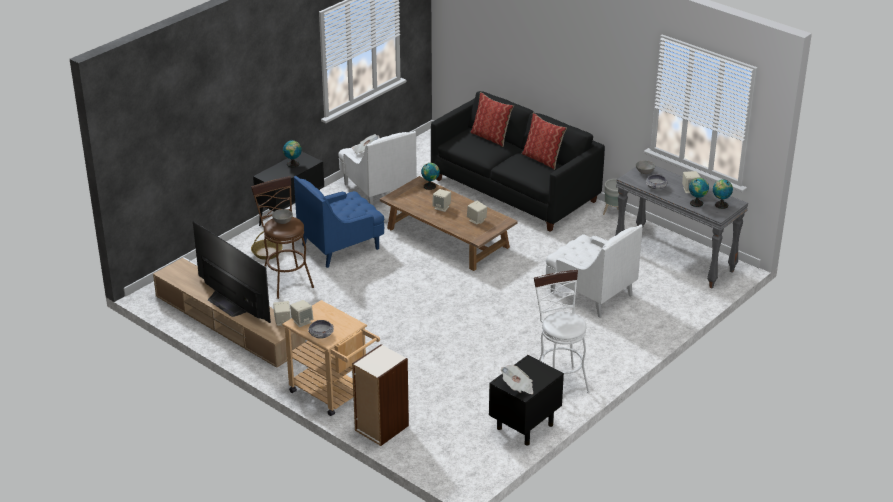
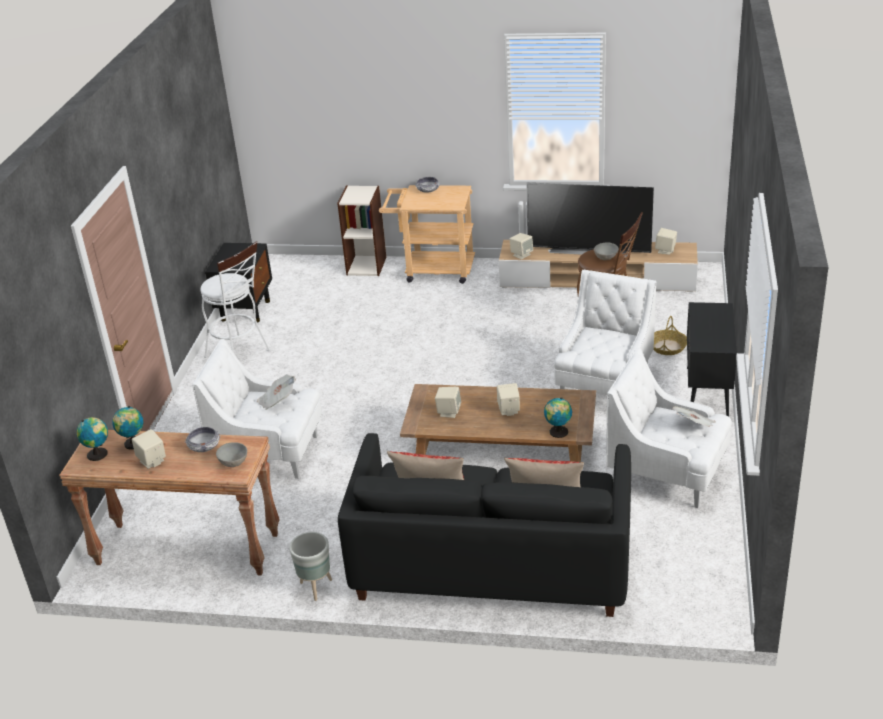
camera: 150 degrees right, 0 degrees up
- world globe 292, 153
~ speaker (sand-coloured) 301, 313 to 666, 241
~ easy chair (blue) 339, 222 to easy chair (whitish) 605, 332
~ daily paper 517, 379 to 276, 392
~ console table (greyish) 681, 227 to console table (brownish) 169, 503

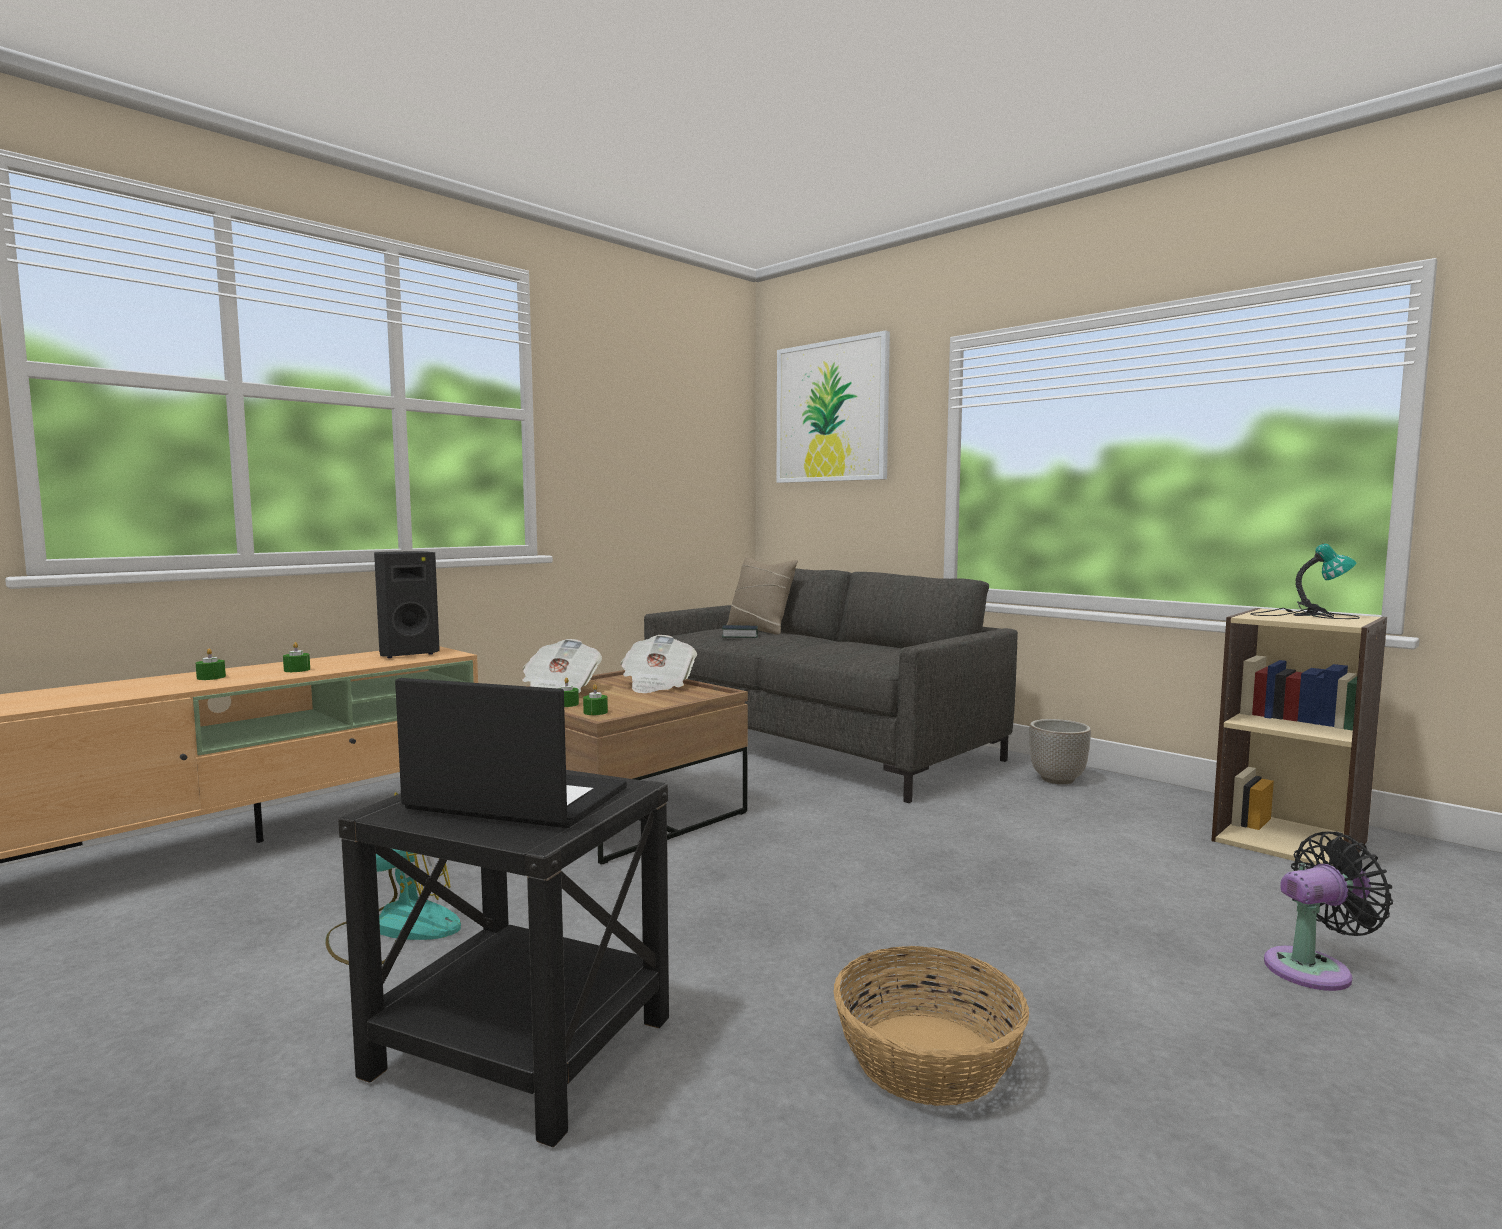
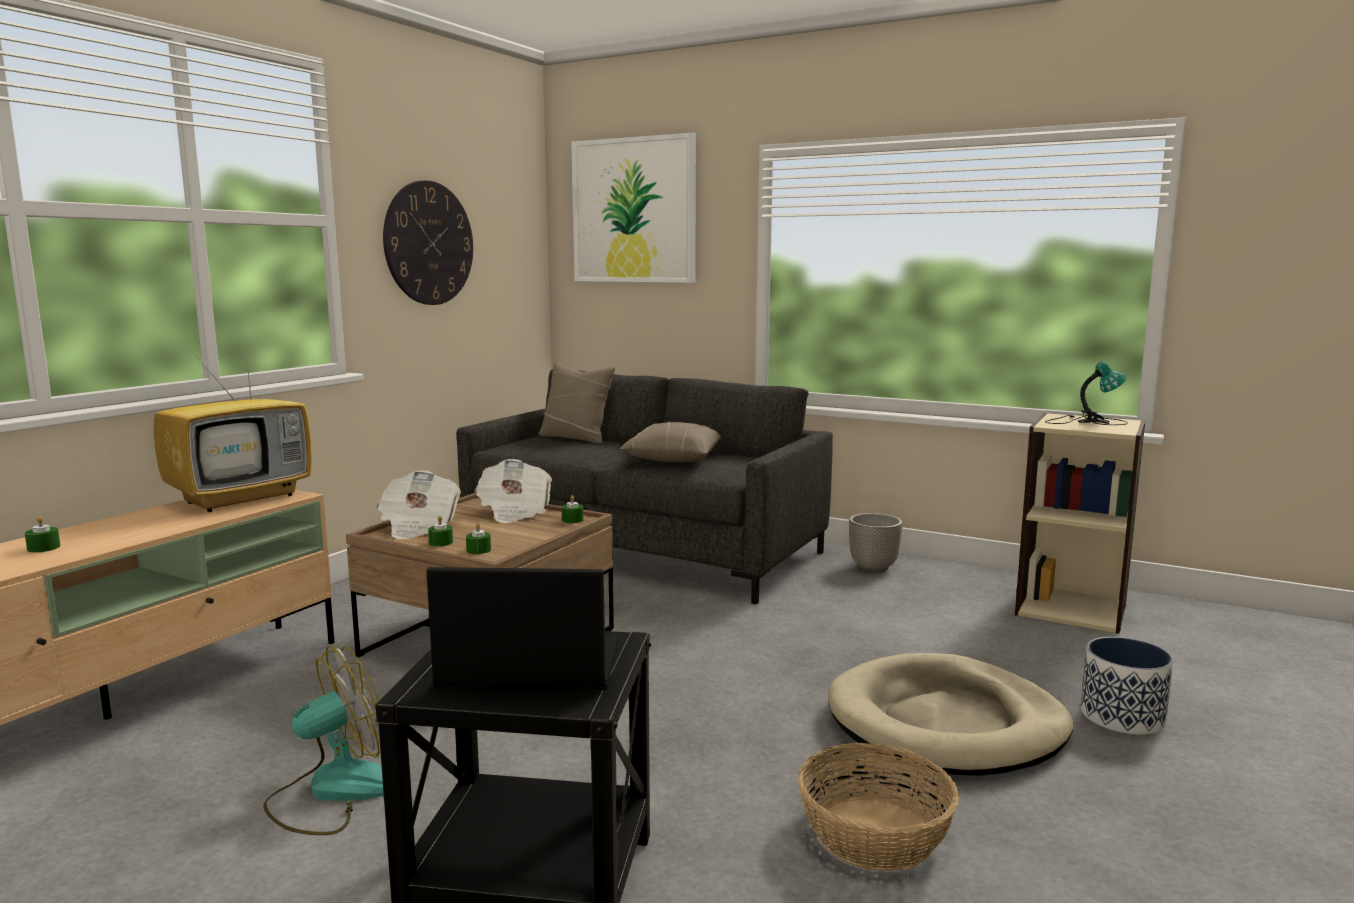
camera: 15 degrees left, 5 degrees up
~ wax light (green) 296, 657 to 573, 509
~ speaker (black-coloured) 407, 604 to TV set 233, 426
- book 740, 631
~ fan (black-coloured) 1328, 911 to planter 1127, 686
+ hanging clock 428, 242
+ pillow (sand-coloured) 670, 442
+ dog cushion (sand-coloured) 950, 714

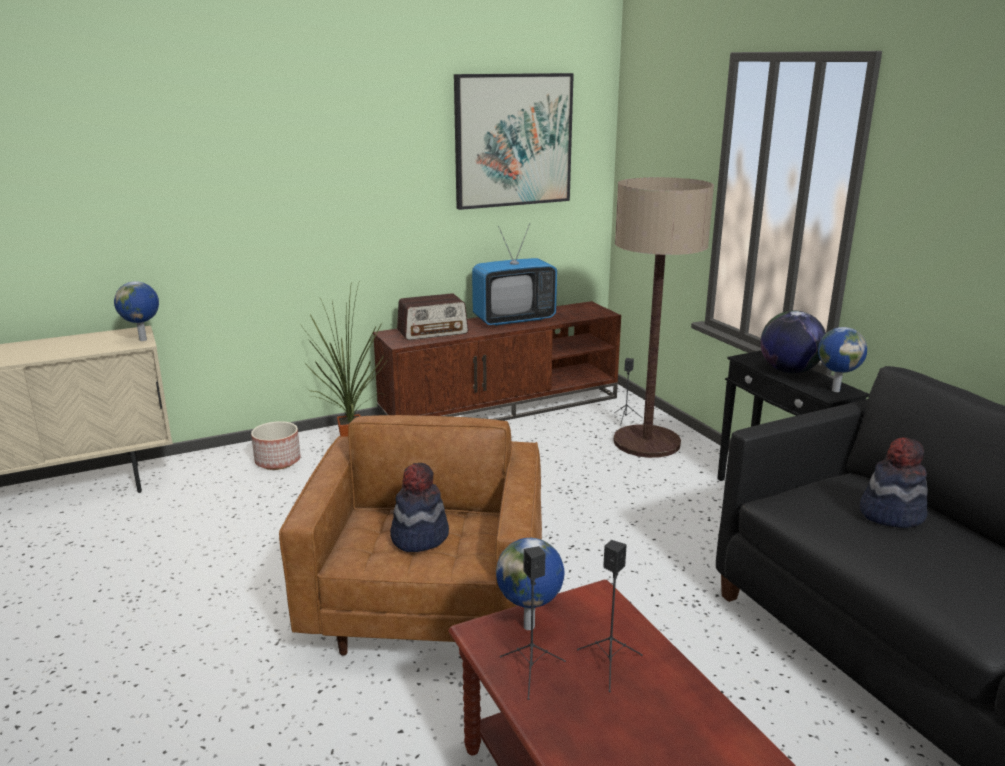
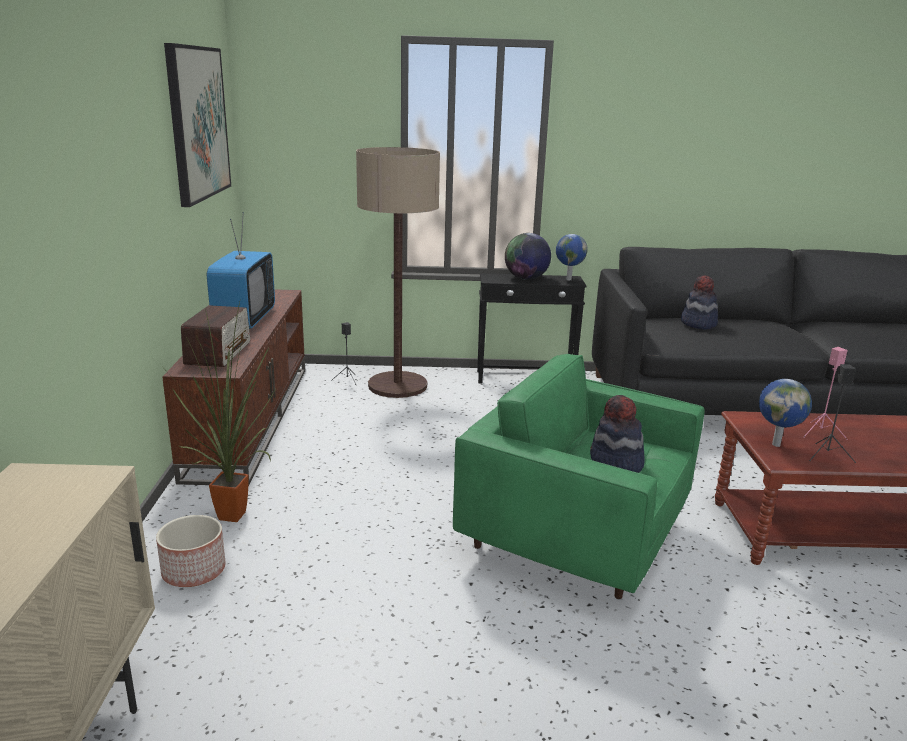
camera: 65 degrees left, 0 degrees up
- world globe 136, 311
~ easy chair (brownish) 410, 535 to easy chair (green) 578, 476
~ speaker (black-coloured) 610, 616 to speaker (pink-coloured) 825, 393

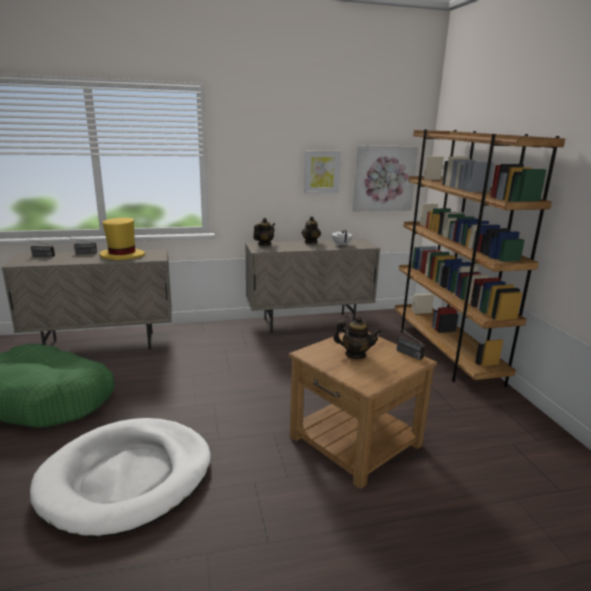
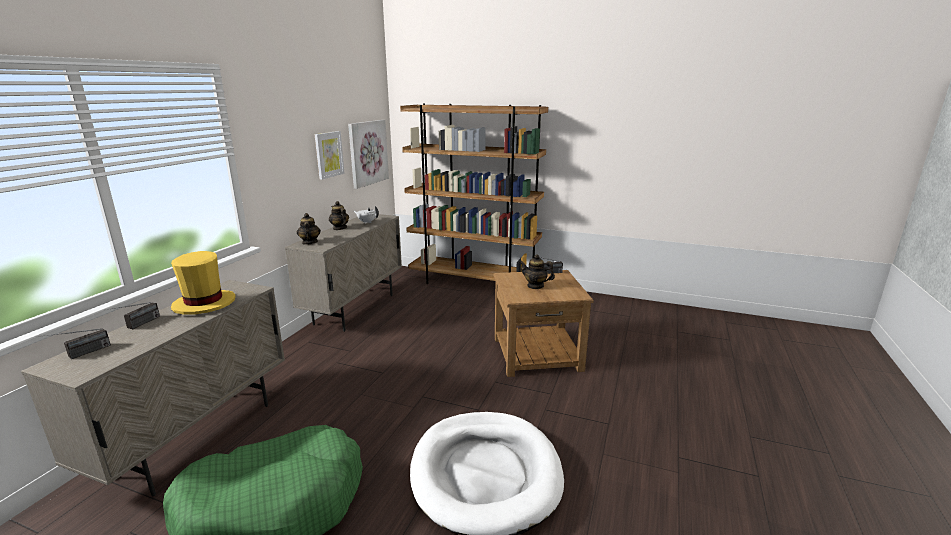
camera: 55 degrees left, 0 degrees up
~ teapot 357, 337 = 537, 271 120 degrees counterclockwise

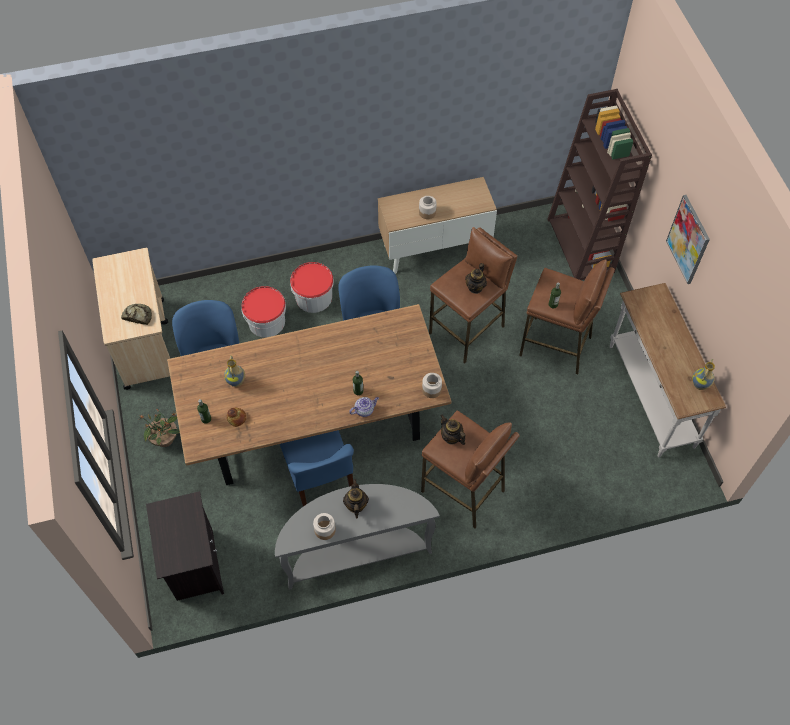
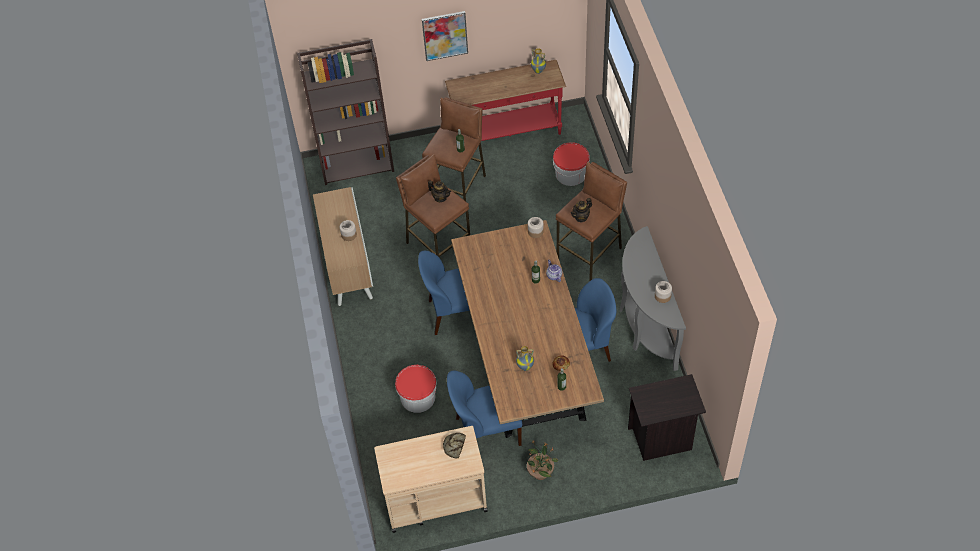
camera: 85 degrees left, 5 degrees down
~ pail 312, 287 to 571, 164
- teapot 356, 499
~ console table (whitish) 668, 370 to console table (reddish) 505, 100

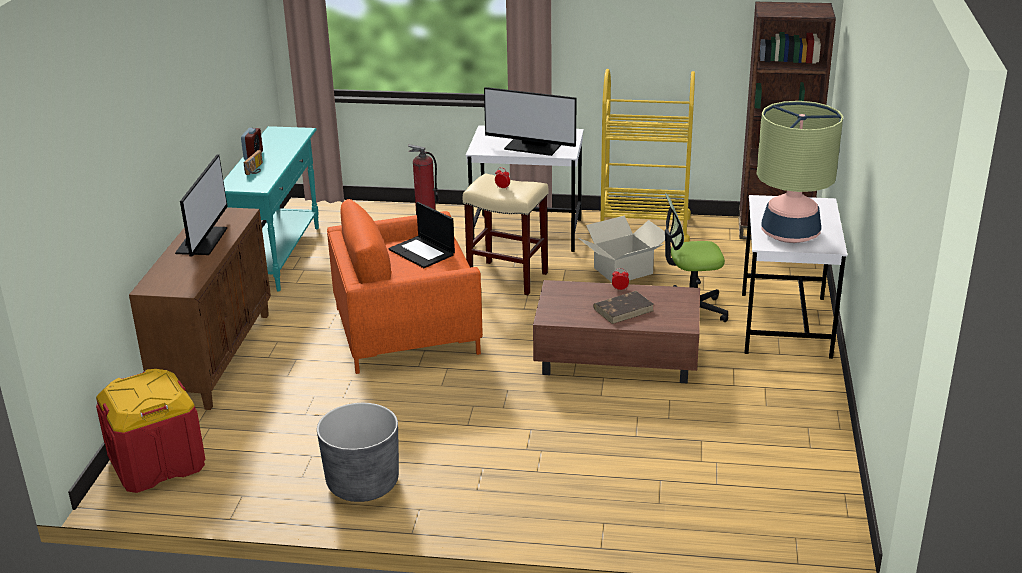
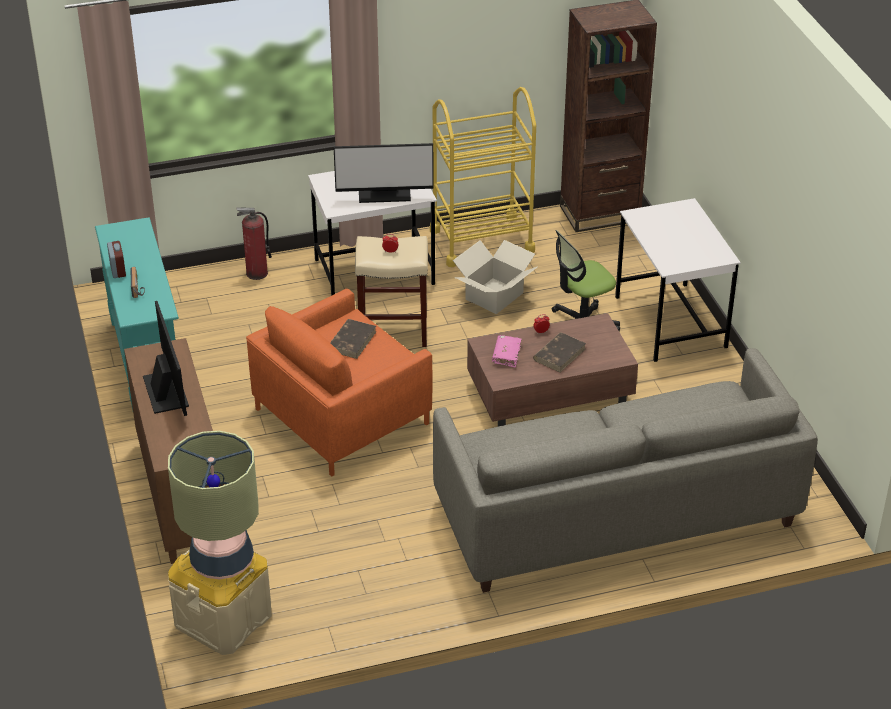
camera: 25 degrees left, 10 degrees up
~ storage bin (reddish) 150, 431 to storage bin (sand-coloured) 220, 602
- planter (greyish) 358, 452
~ portable computer 422, 235 to book (brownish) 353, 339
~ table lamp 800, 172 to 213, 505
+ sofa (greyish) 625, 470
+ book (pink-coloured) 506, 351

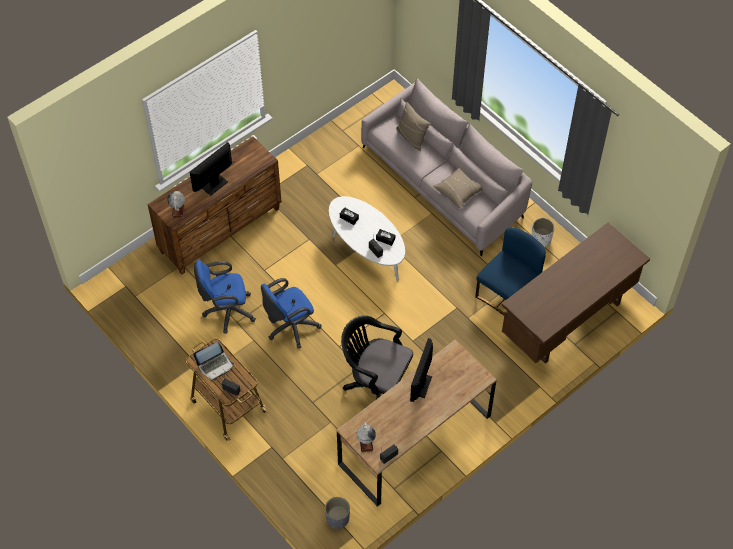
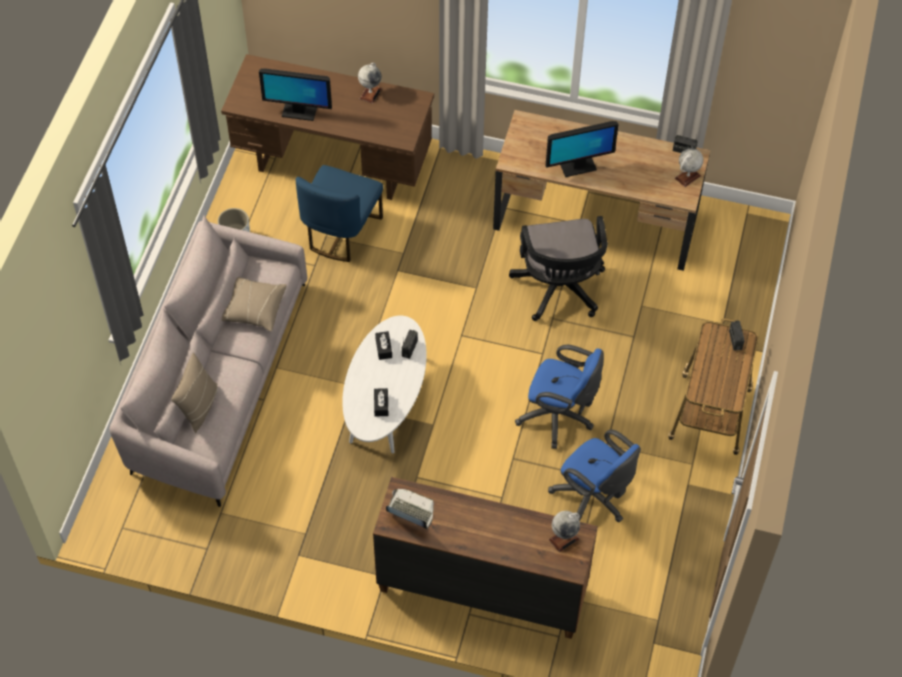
camera: 125 degrees left, 0 degrees up
~ computer display 211, 169 to 295, 94
~ portable computer 213, 361 to 410, 509
- planter (greyish) 337, 513
~ upright chair (blue) 510, 271 = 339, 213 75 degrees counterclockwise
+ world globe 370, 83

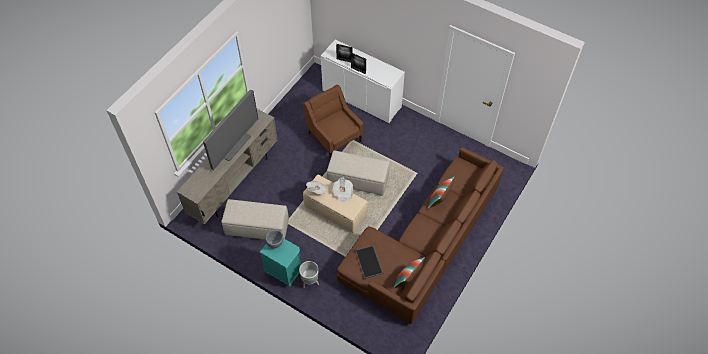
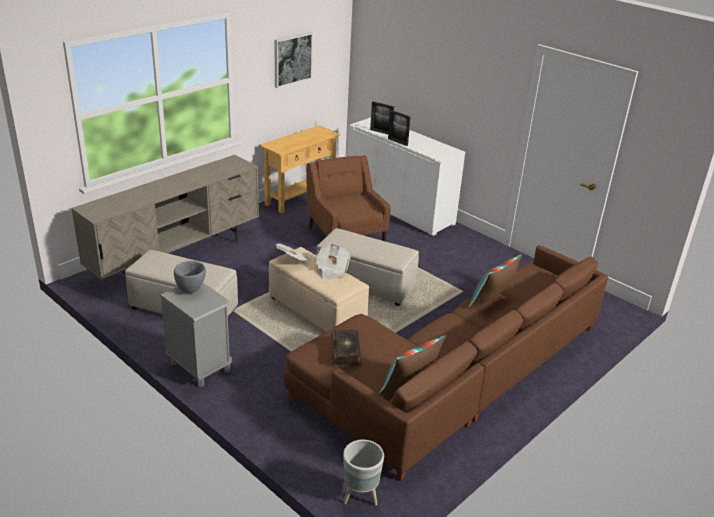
camera: 10 degrees right, 25 degrees down
- TV set 230, 130
~ bedside table (turquoise) 280, 262 to bedside table (greyish) 196, 335
~ planter (greyish) 309, 274 to 363, 473
~ carrying tray 369, 262 to book 346, 348
+ console table (sand-coloured) 300, 169
+ wall picture 294, 60

